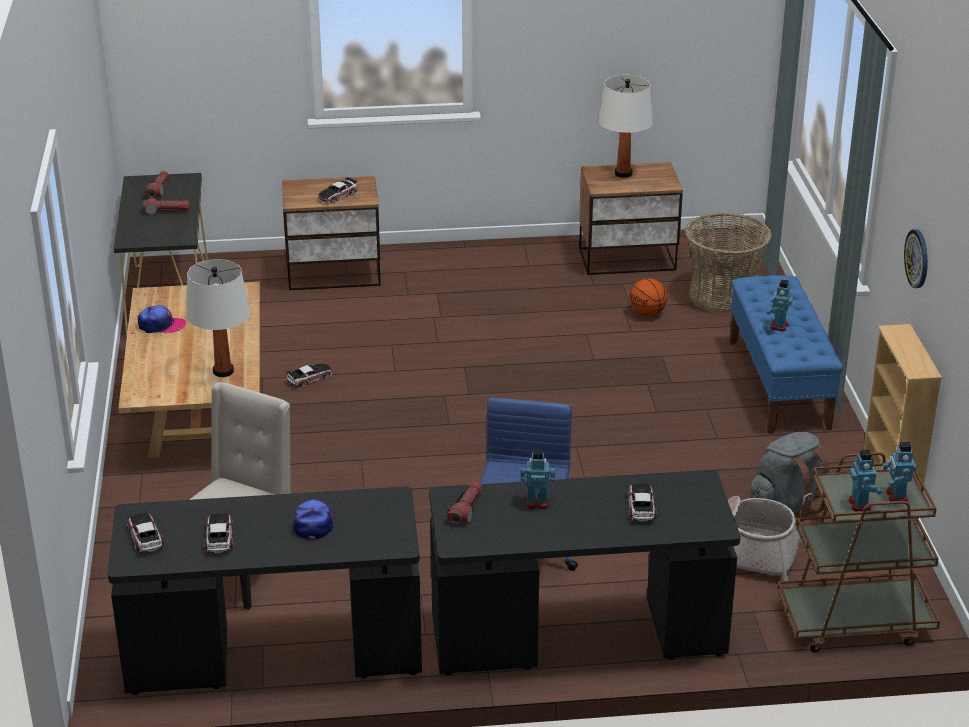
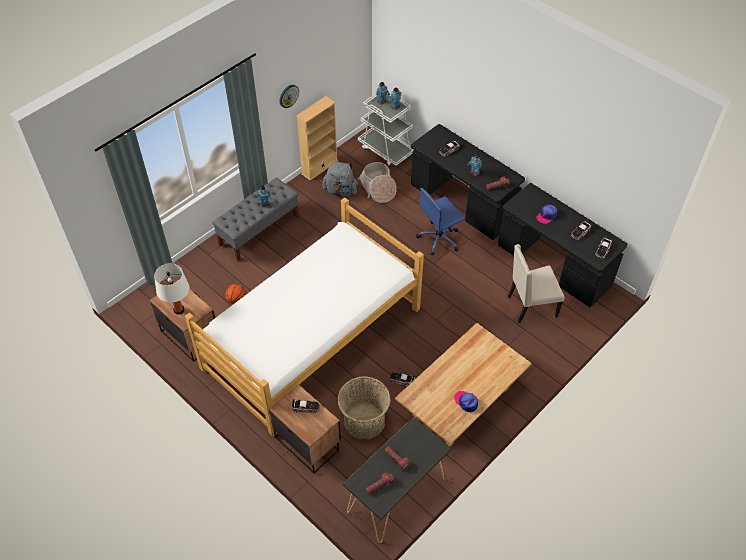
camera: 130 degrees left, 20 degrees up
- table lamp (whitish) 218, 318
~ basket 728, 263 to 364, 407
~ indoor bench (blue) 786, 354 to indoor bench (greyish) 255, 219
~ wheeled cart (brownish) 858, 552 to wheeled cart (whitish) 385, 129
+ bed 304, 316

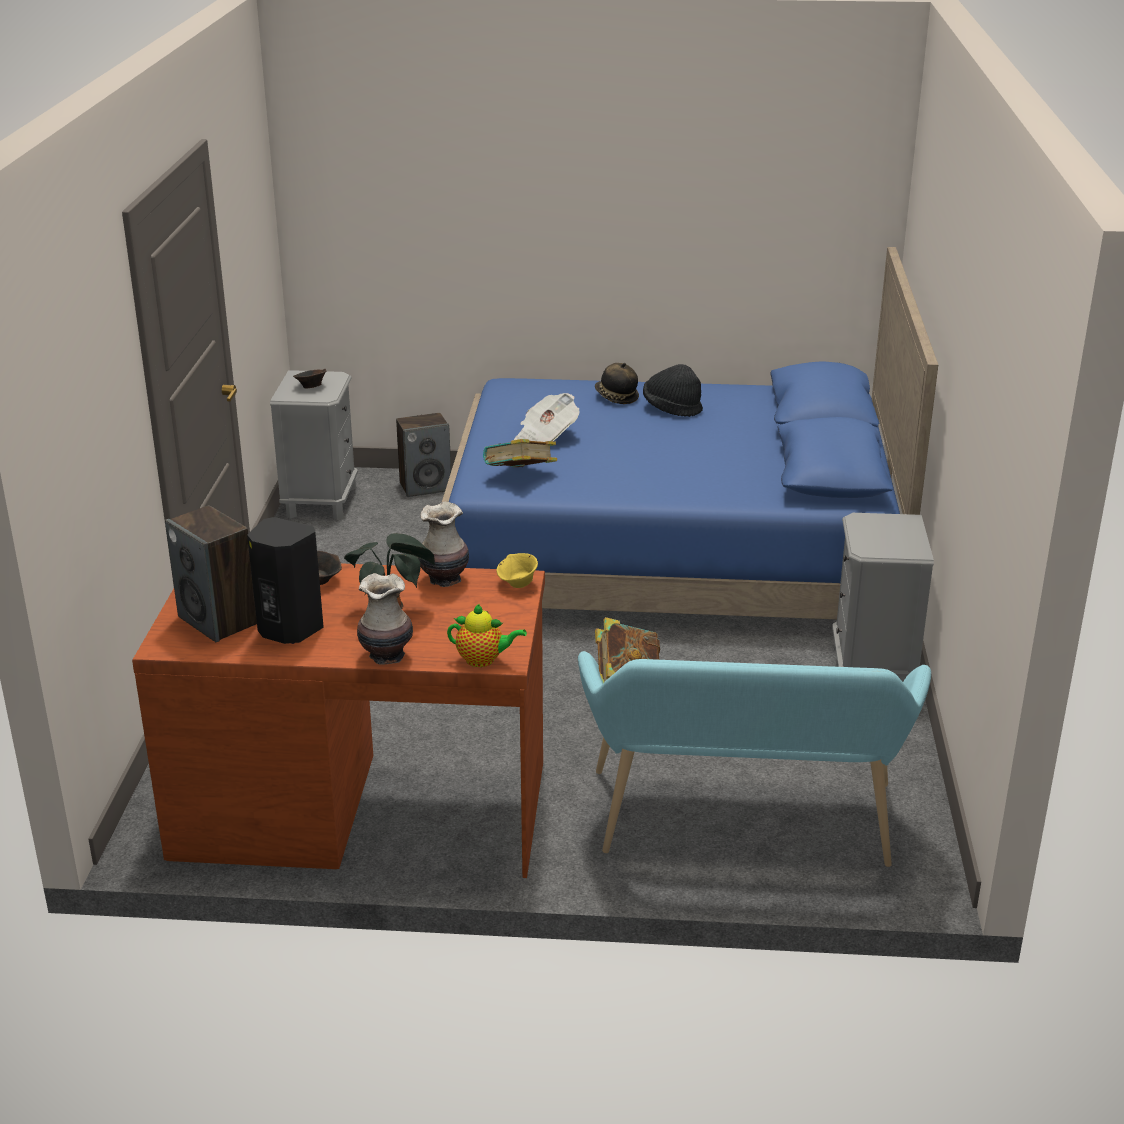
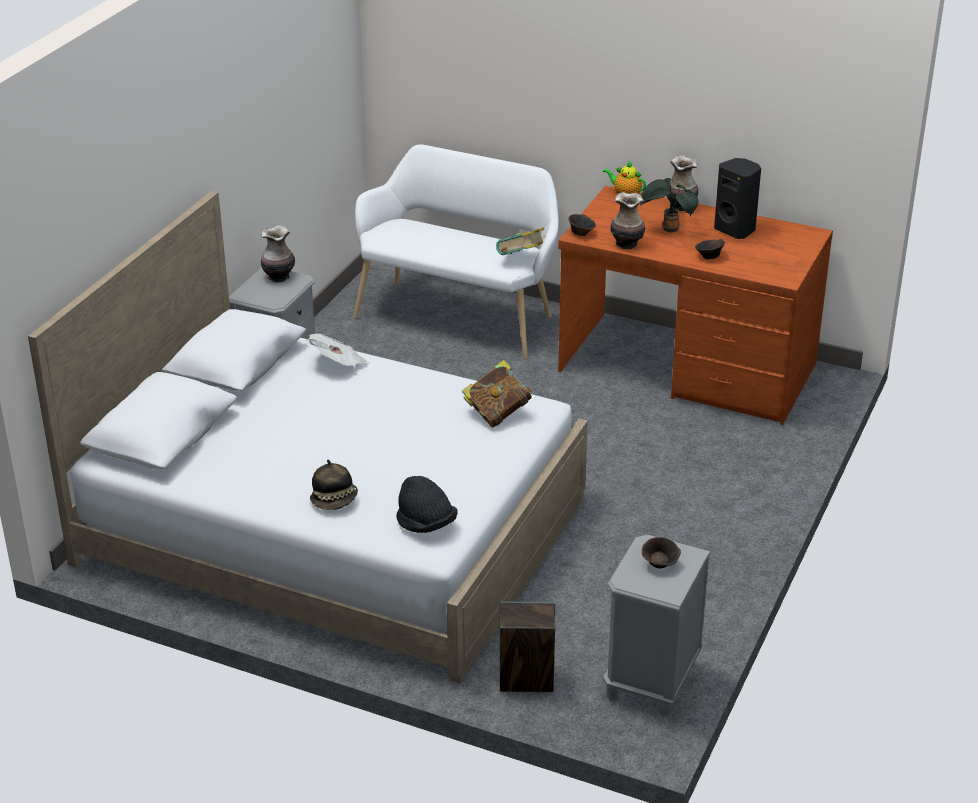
camera: 160 degrees left, 5 degrees up
- speaker 211, 573
~ bed (blue) 690, 433 to bed (whitish) 308, 437
~ bowl (yellowish) 517, 570 to bowl (brownish) 582, 225
~ daily paper 547, 417 to 338, 350
~ indoor bench (turquoise) 754, 759 to indoor bench (whitish) 456, 252
~ clothing hat (black-coloured) 673, 390 to 427, 504
+ flower vase 278, 254

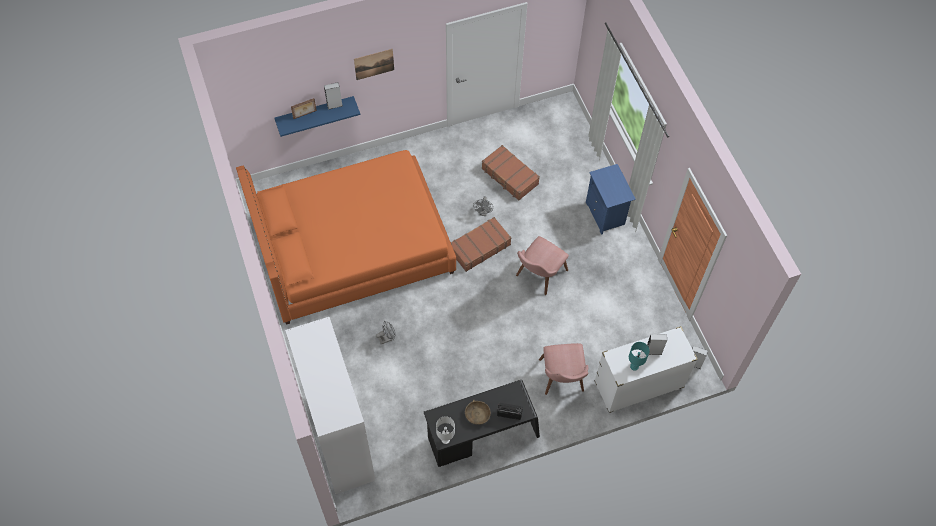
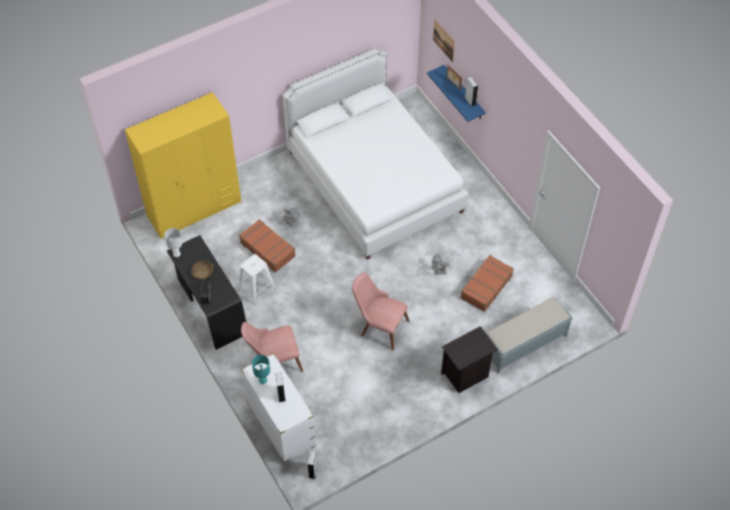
camera: 80 degrees right, 5 degrees down
~ bed (orangey) 346, 237 to bed (whitish) 375, 153
~ wardrobe (whitish) 330, 405 to wardrobe (yellowish) 183, 165
~ wall picture 374, 64 to 444, 41
~ travel case (brownish) 481, 244 to 267, 246
~ bedside table (blue) 611, 199 to bedside table (black-coloured) 469, 359
+ stool seat (whitish) 257, 279
+ indoor bench (greyish) 530, 335

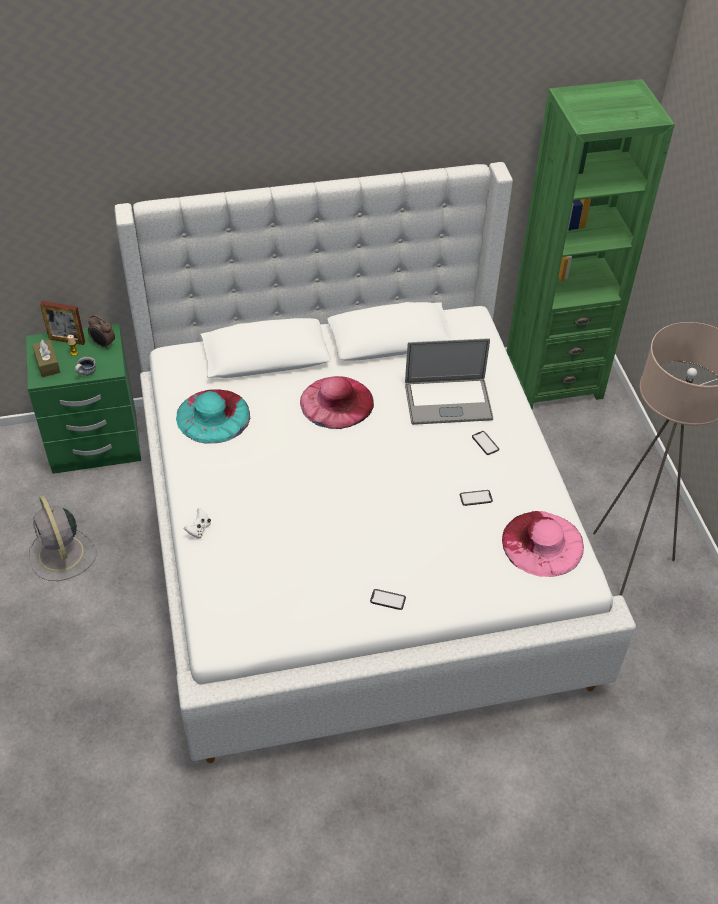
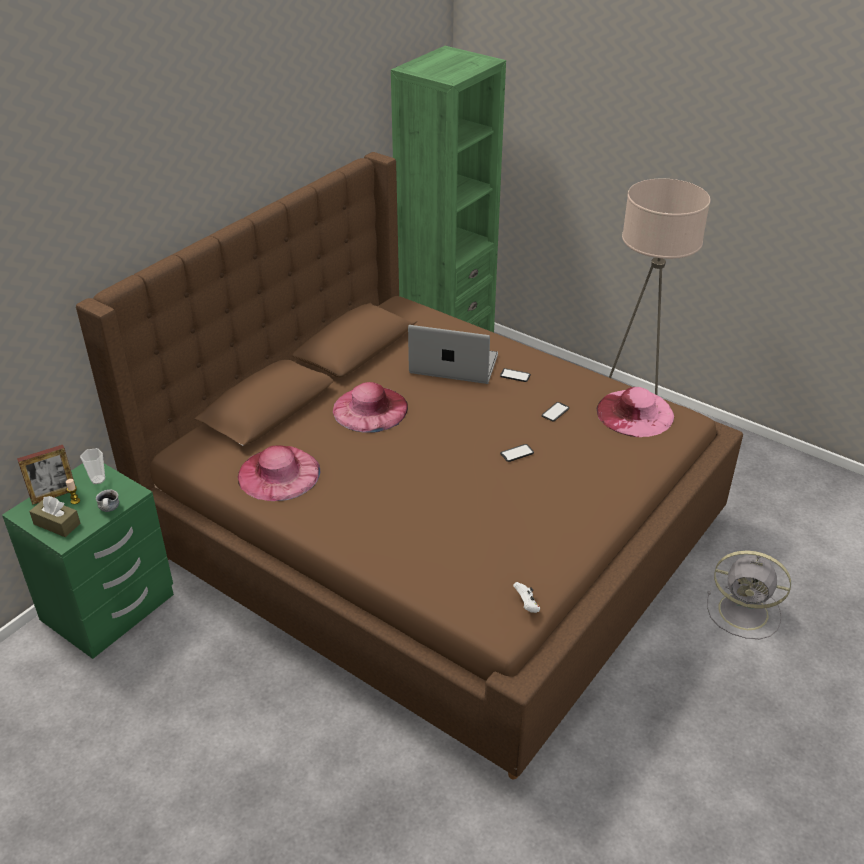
camera: 40 degrees left, 10 degrees down
~ fan (greyish) 62, 538 to 749, 595
~ alarm clock 101, 332 to cup 92, 466
~ bed (whitish) 375, 462 to bed (brownish) 409, 466
~ clothing hat (turquoise) 213, 416 to clothing hat (pink-coloured) 279, 473
~ joypad (whitish) 197, 523 to 526, 597
~ telephone 388, 599 to 517, 453
~ portable computer 449, 381 = 453, 354 120 degrees counterclockwise

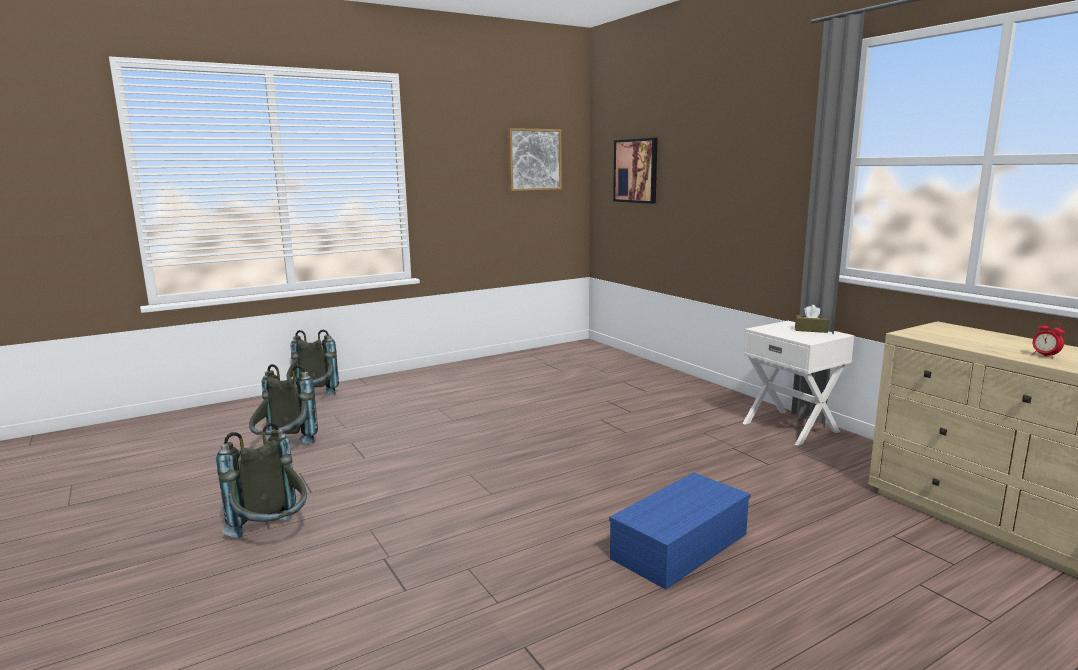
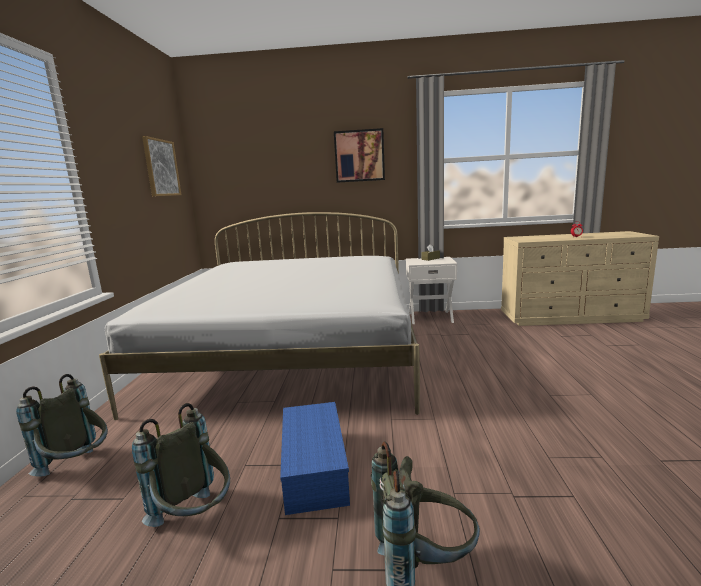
camera: 55 degrees left, 0 degrees up
~ storage bin (blue) 679, 531 to 315, 458
~ wall picture 635, 171 to 359, 155
+ bed (whitish) 259, 316

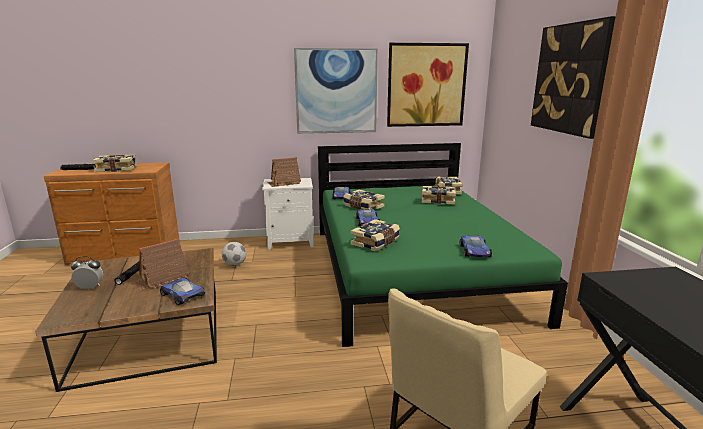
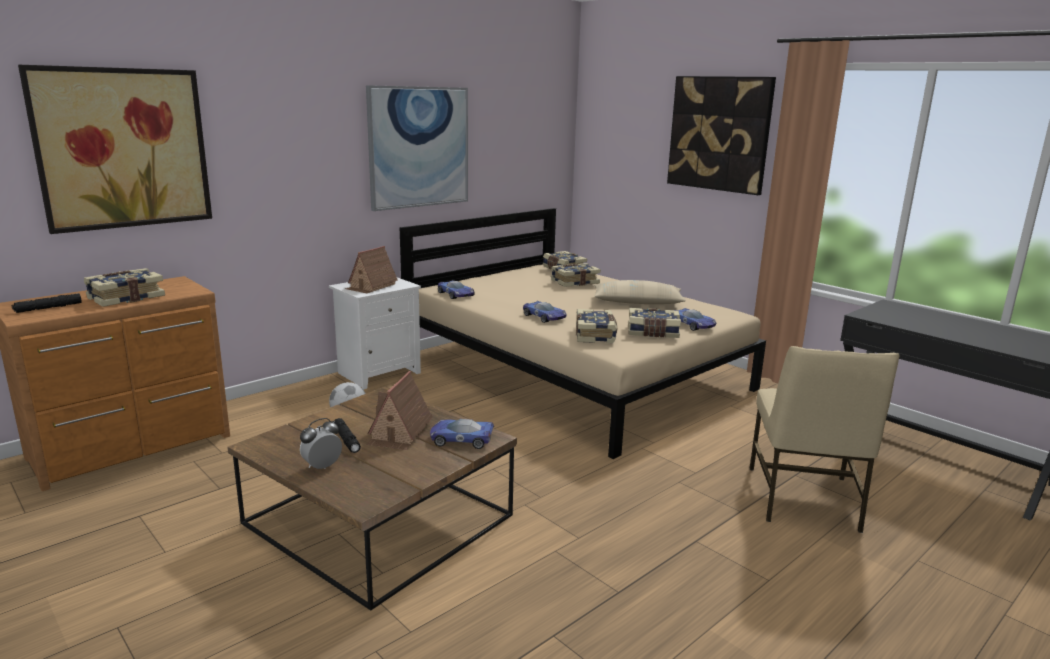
camera: 35 degrees left, 0 degrees up
~ bed (green) 443, 245 to bed (sand-coloured) 583, 333
~ book 364, 200 to 654, 323
~ wall picture 428, 85 to 115, 149
+ pillow (sand-coloured) 640, 292

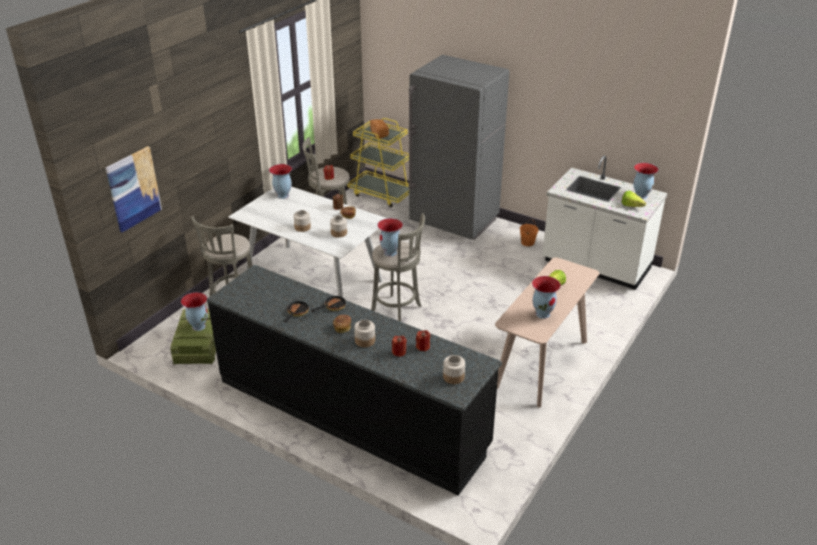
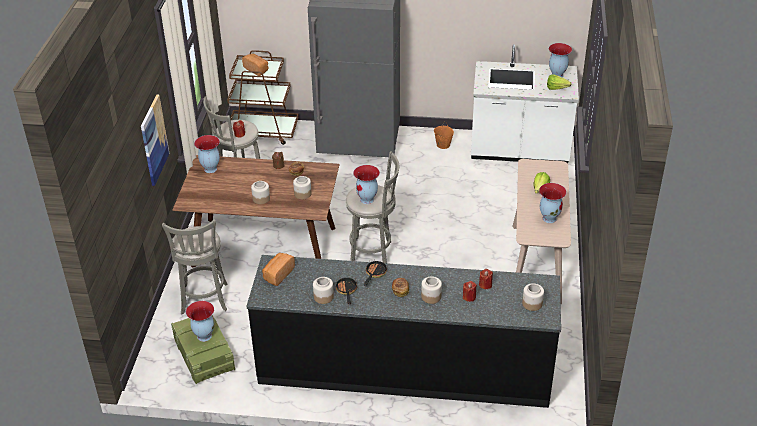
camera: 25 degrees left, 5 degrees up
~ wall picture 134, 189 to 155, 140
~ kitchen table (whitish) 307, 242 to kitchen table (brownish) 256, 211
~ wheeled cart (yellowish) 378, 162 to wheeled cart (brownish) 263, 97
+ baked bread 278, 269
+ jar 323, 290

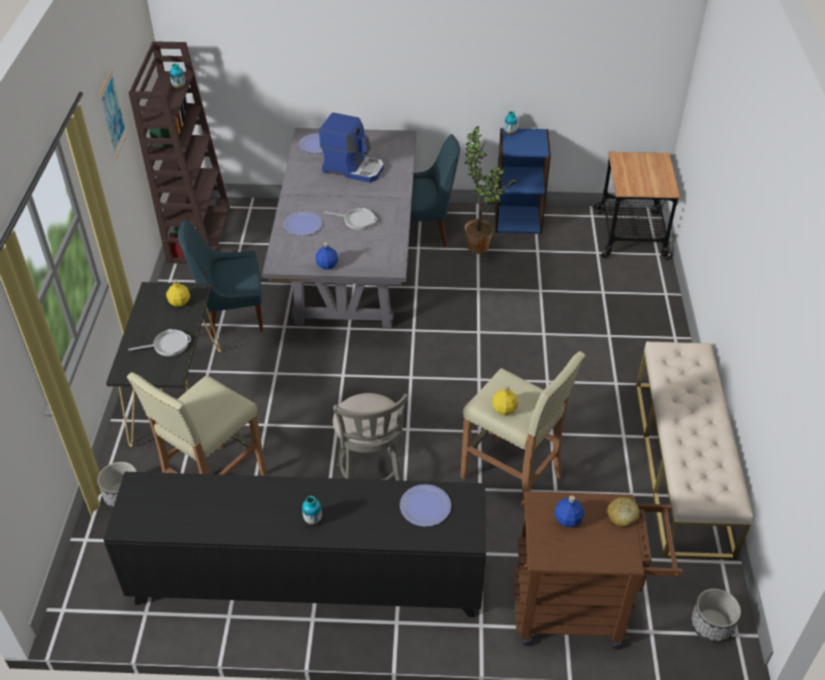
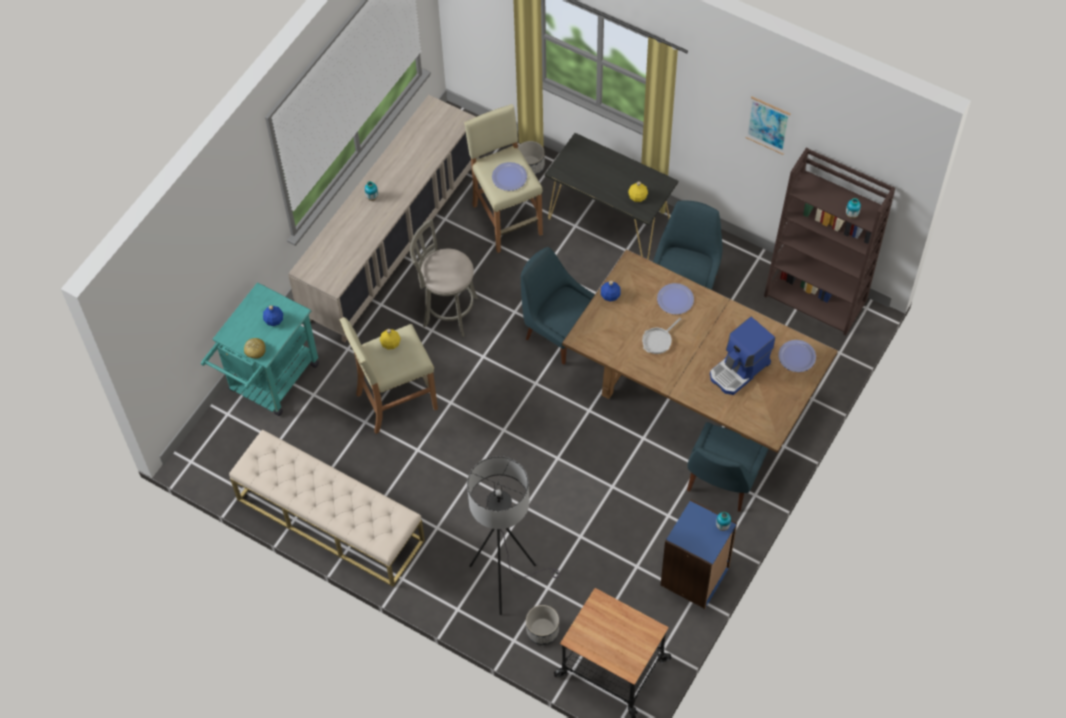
camera: 120 degrees right, 15 degrees up
~ storage cabinet (black-coloured) 294, 544 to storage cabinet (sand-coloured) 383, 218
- pan 159, 342
~ kitchen table (greyish) 339, 228 to kitchen table (brownish) 700, 351
~ flat dish 425, 505 to 509, 176
- plant in a pot 491, 190
~ wheeled cart (brownish) 598, 570 to wheeled cart (turquoise) 260, 349
~ planter 716, 615 to 542, 625
+ standing lamp (greyish) 513, 535
+ upright chair (blue) 558, 306

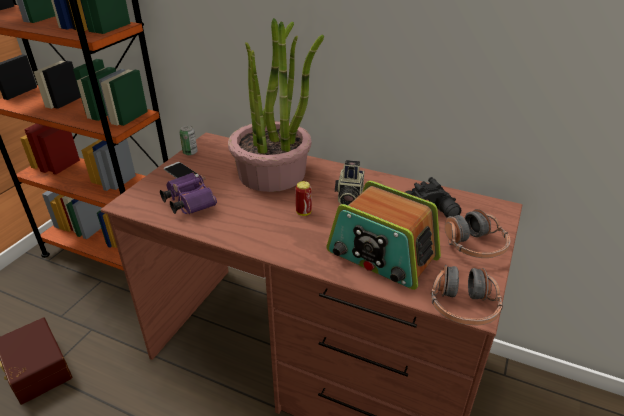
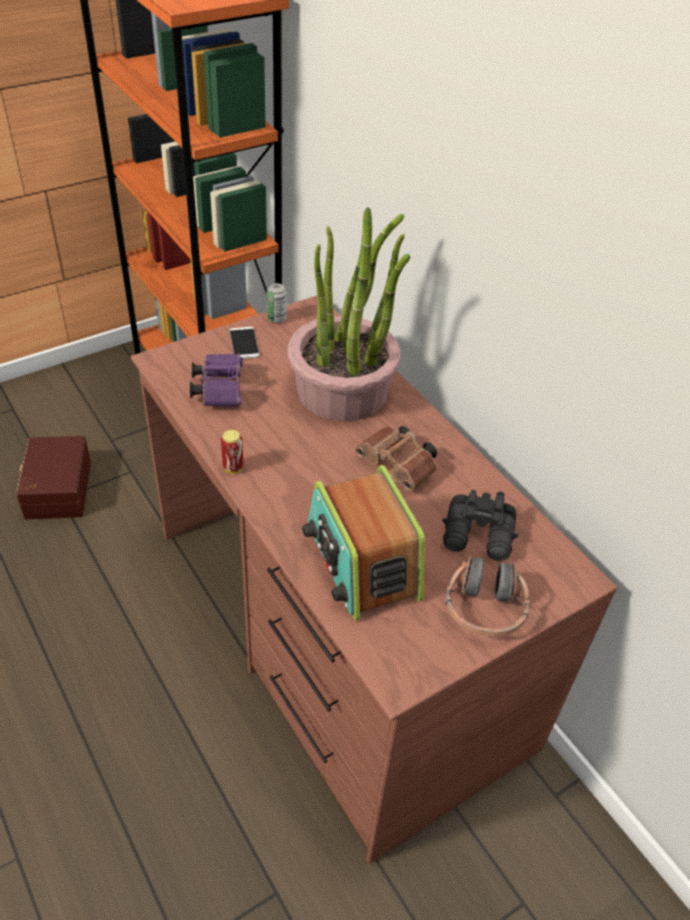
camera: 30 degrees right, 10 degrees up
~ can 303, 198 to 232, 452
~ still camera 349, 182 to field glasses (brownish) 396, 458
- headset 467, 295

